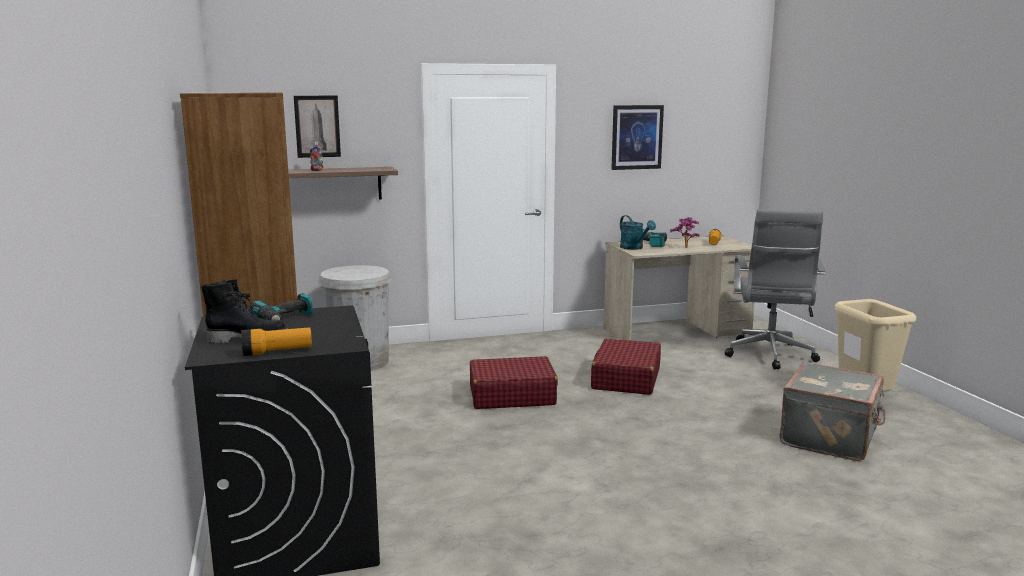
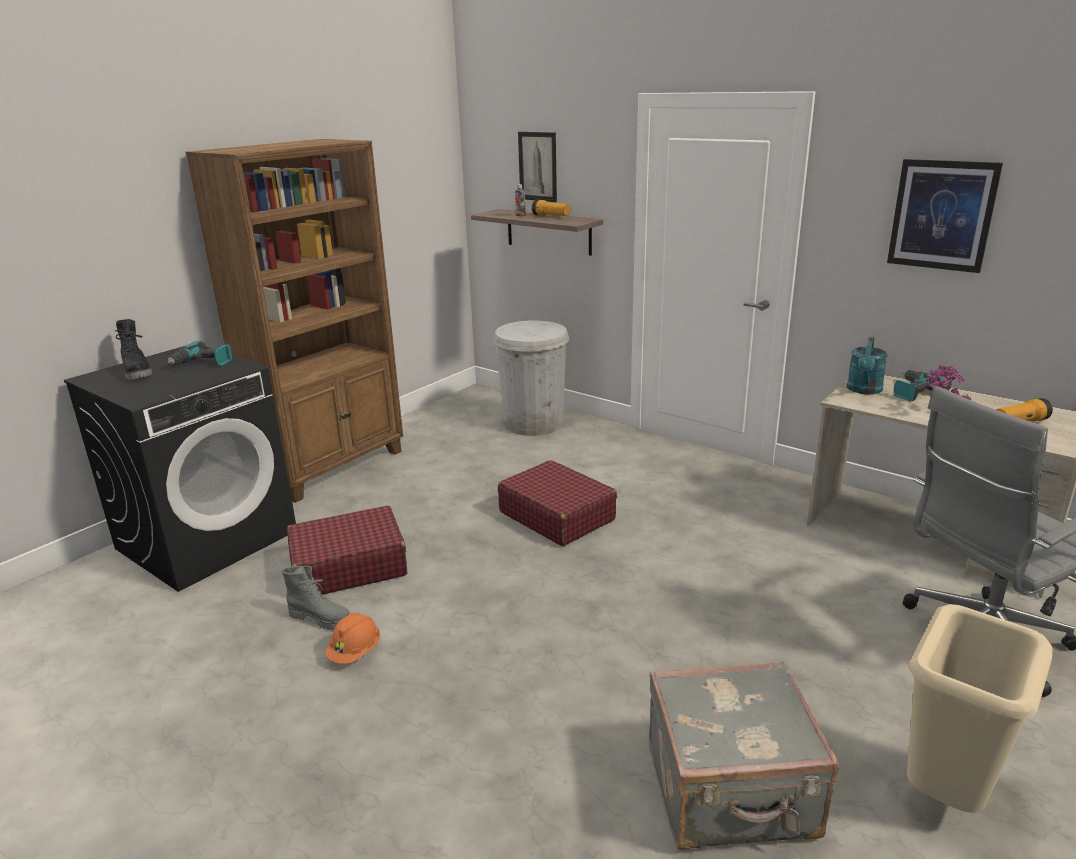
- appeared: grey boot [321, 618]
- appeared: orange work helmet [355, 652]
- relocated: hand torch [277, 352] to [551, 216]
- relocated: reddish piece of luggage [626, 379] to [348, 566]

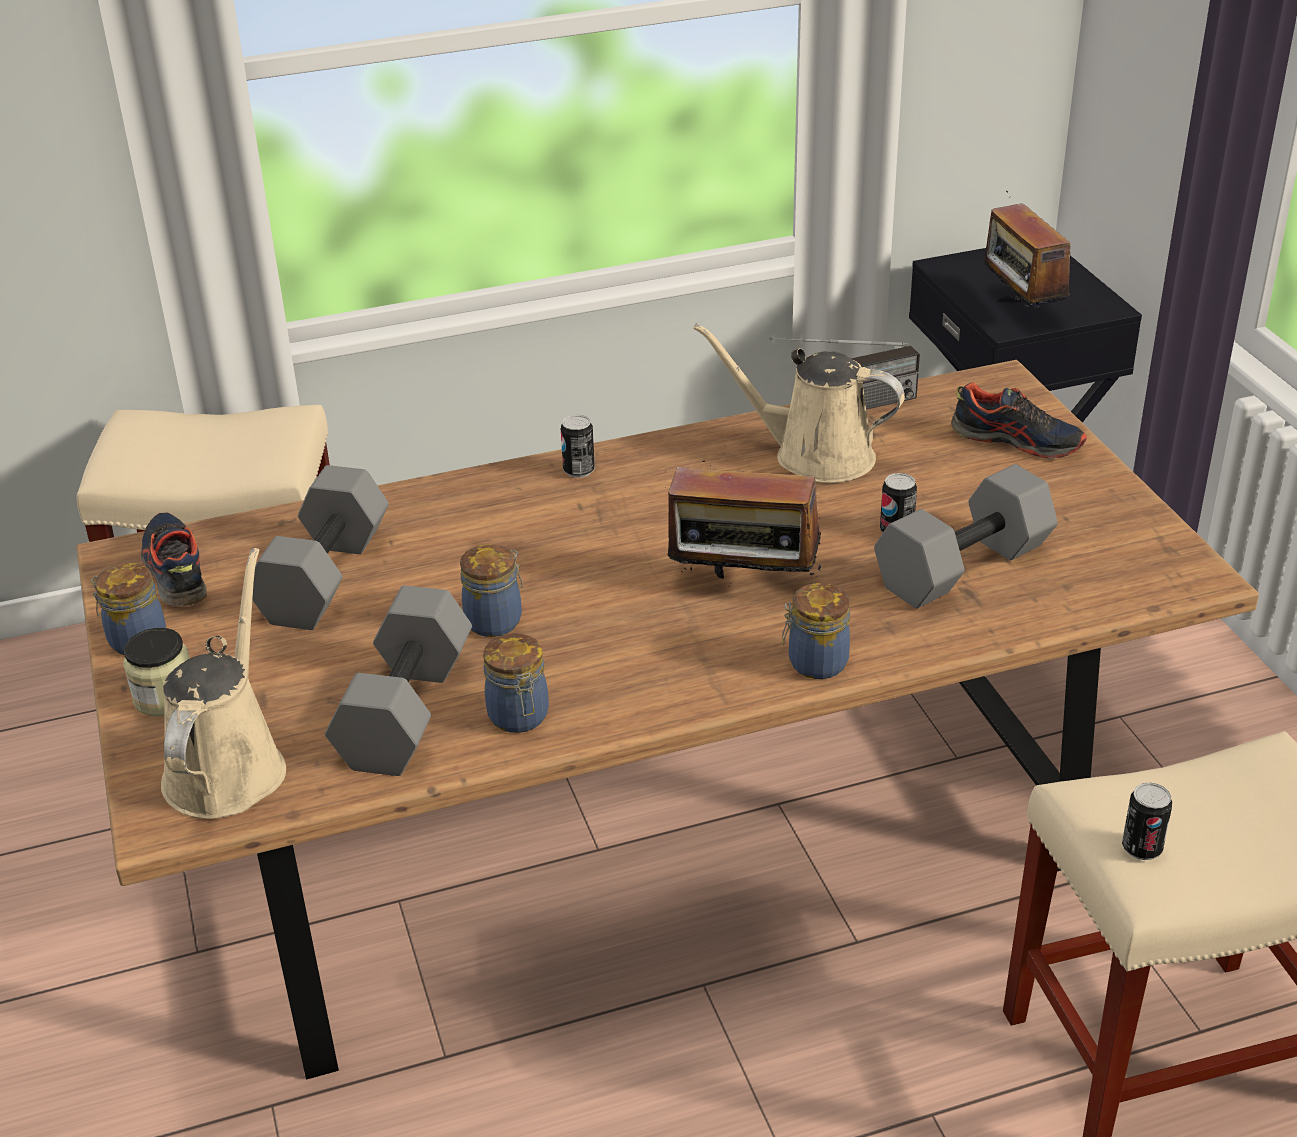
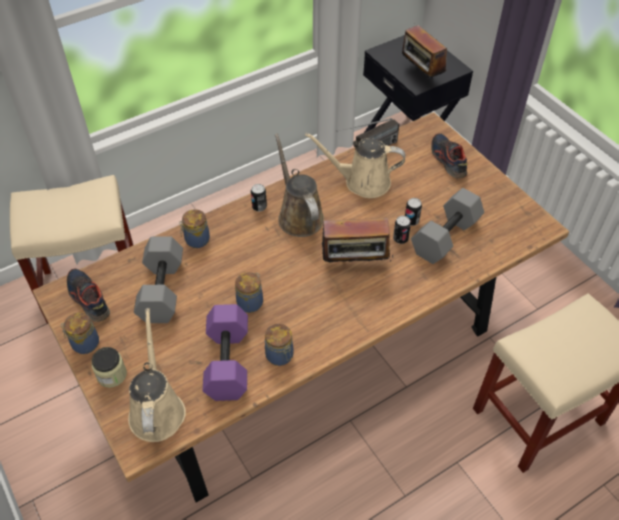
- appeared: brown watering pot [298, 215]
- relocated: preserve jar [815, 663] to [196, 240]
- relocated: sealed can [1141, 848] to [400, 239]
- colour: grey hand weight [408, 712] to purple hand weight [229, 362]
- spun: low shoe [1017, 440] = [447, 160] 120 degrees counterclockwise

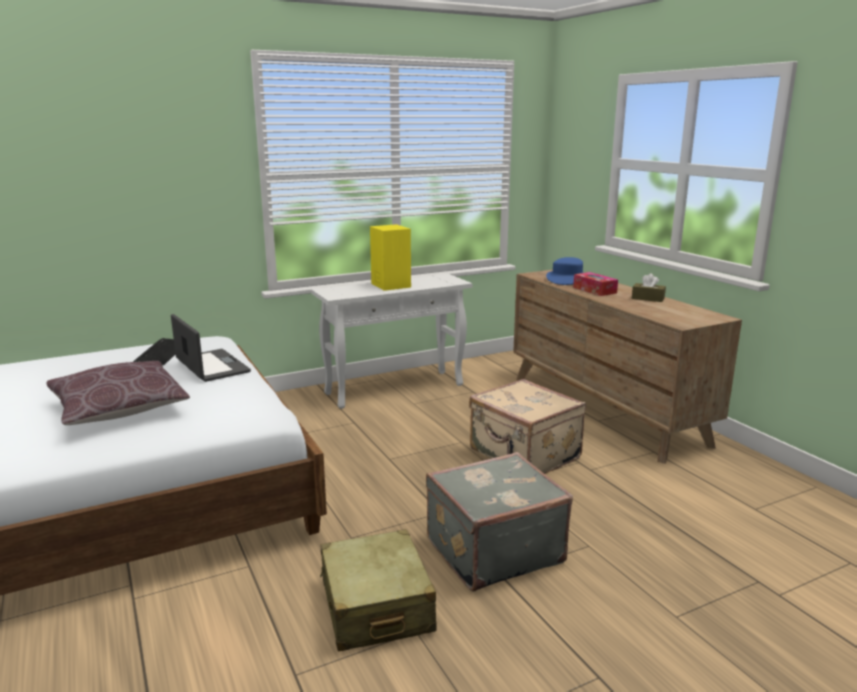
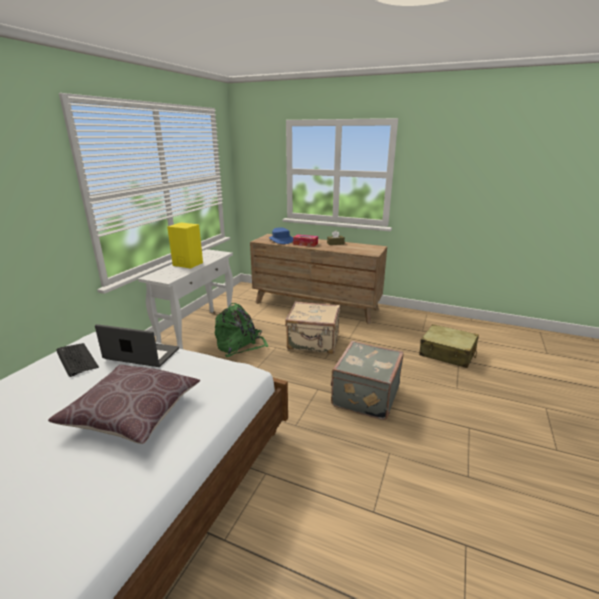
- appeared: greenish backpack [240, 345]
- relocated: beige-coloured piece of luggage [376, 606] to [447, 353]

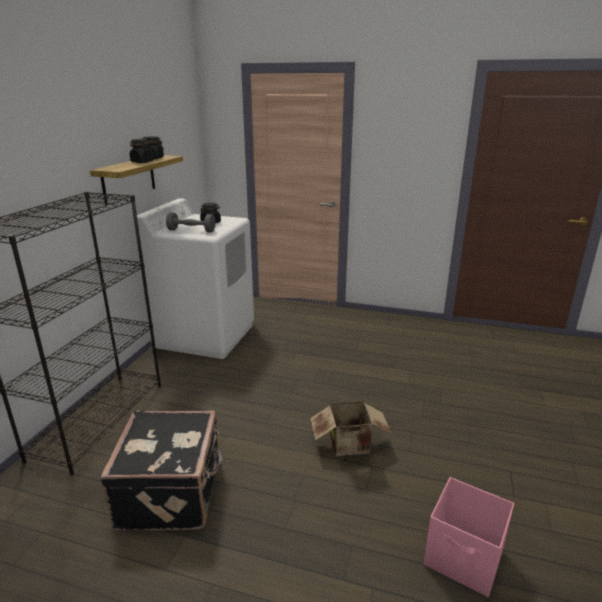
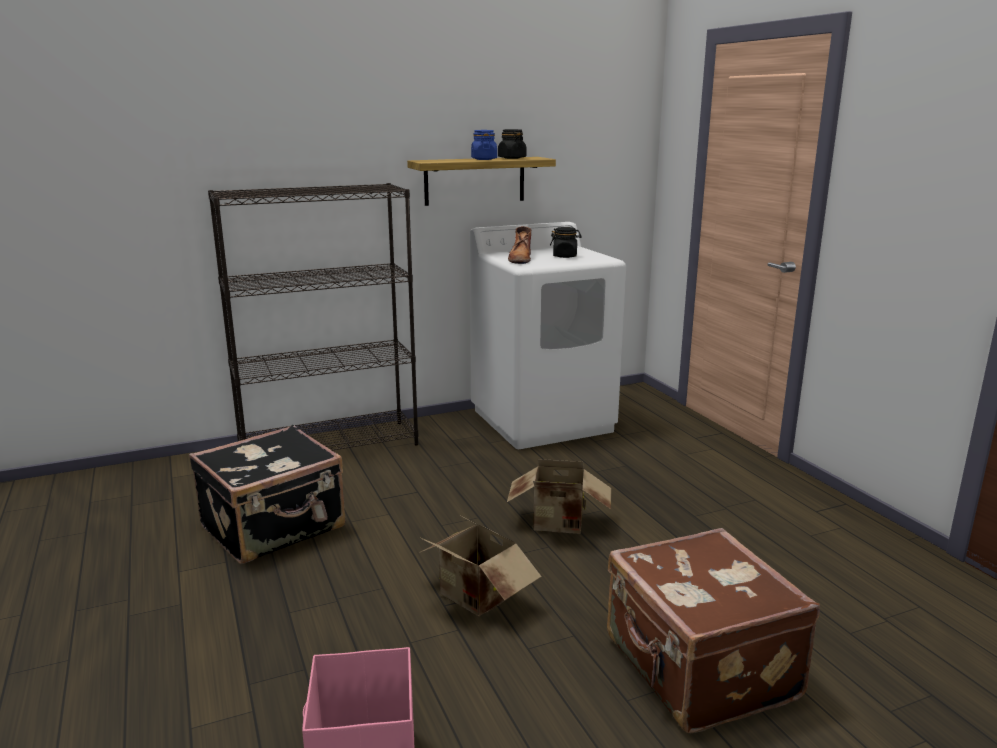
- appeared: carton [559, 525]
- appeared: brown piece of luggage [698, 669]
- exchanged: grey hand weight [191, 231] to brown boot [520, 258]
- colour: blackish preserve jar [142, 162] to blue preserve jar [484, 159]

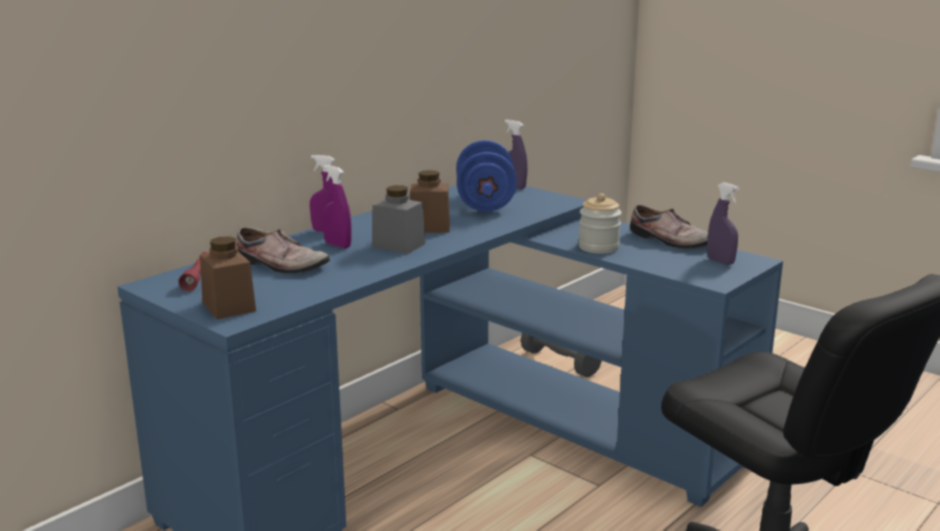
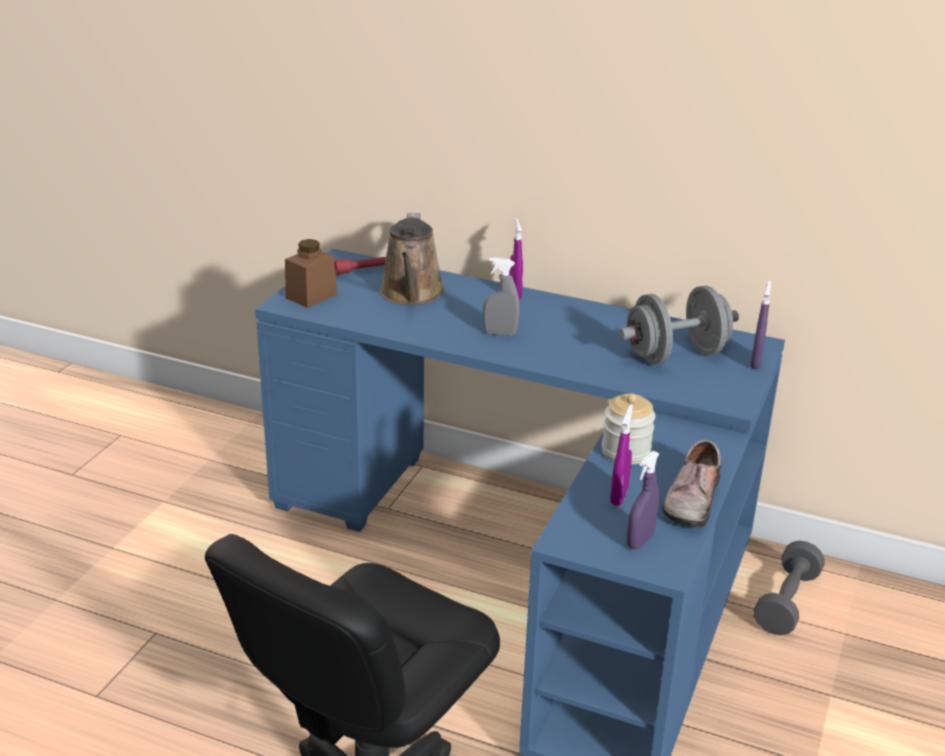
- missing: brown preserve jar [429, 227]
- relocated: purple hand sprayer [337, 245] to [619, 496]
- exchanged: low shoe [280, 265] to brown watering pot [411, 294]
- exchanged: grey preserve jar [398, 245] to grey hand sprayer [500, 333]
- colour: blue hand weight [485, 203] to grey hand weight [675, 355]

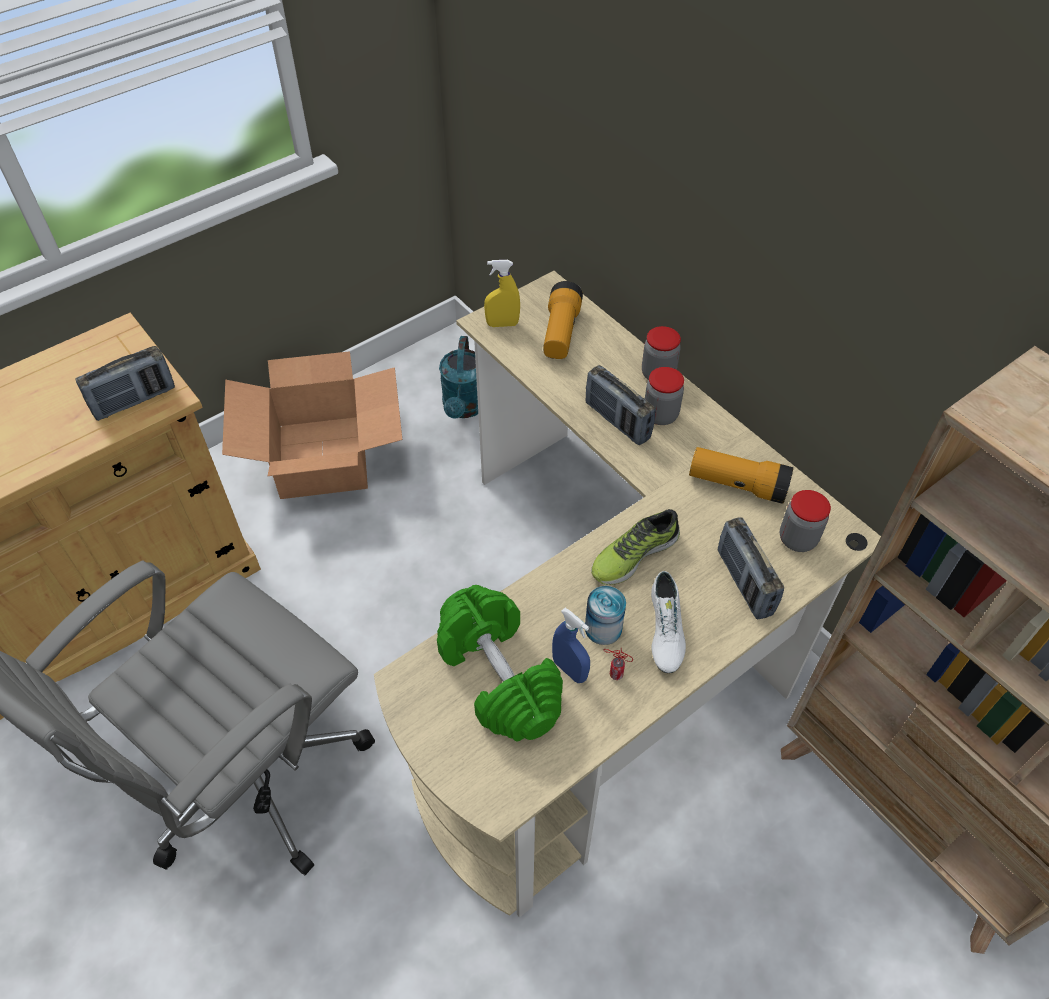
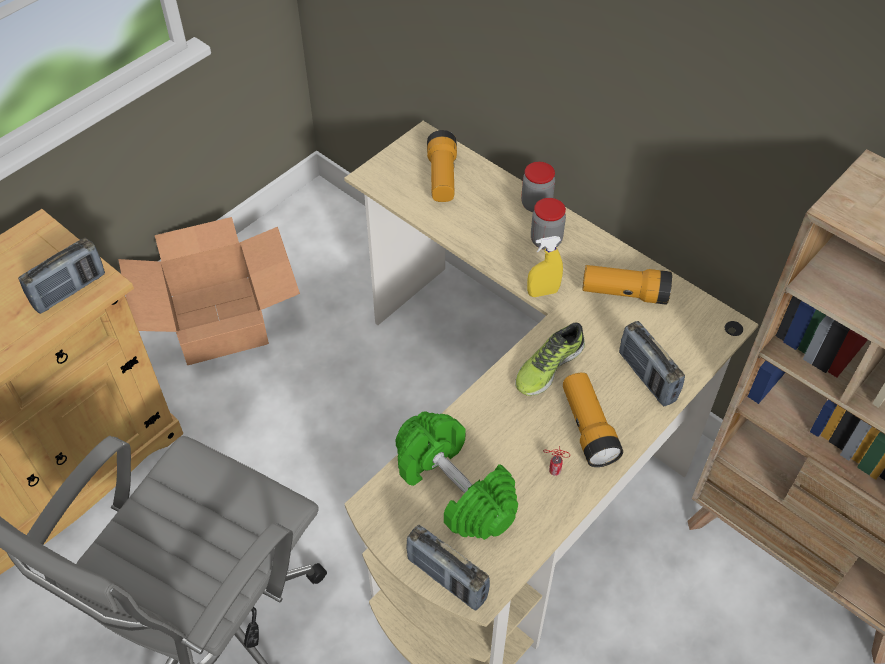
- missing: turquoise watering pot [464, 408]
- missing: blue hand sprayer [570, 670]
- missing: sealed can [603, 628]
- missing: preserve jar [797, 539]
- relocated: yellow-coloured hand sprayer [502, 324] to [543, 292]
- relocated: radio set [617, 421] to [447, 579]
- exchanged: white-coloured low shoe [664, 631] to hand torch [588, 428]

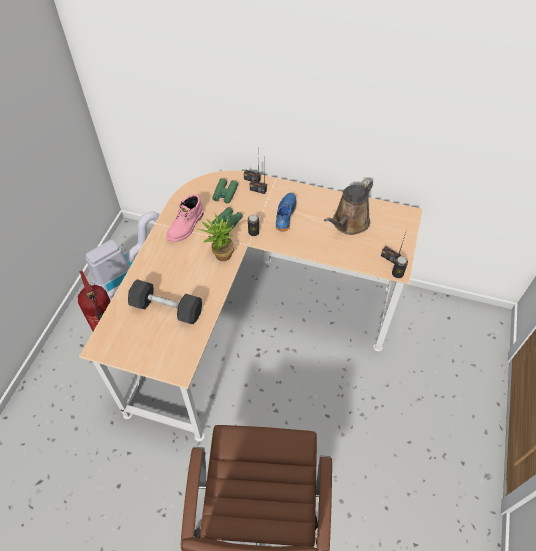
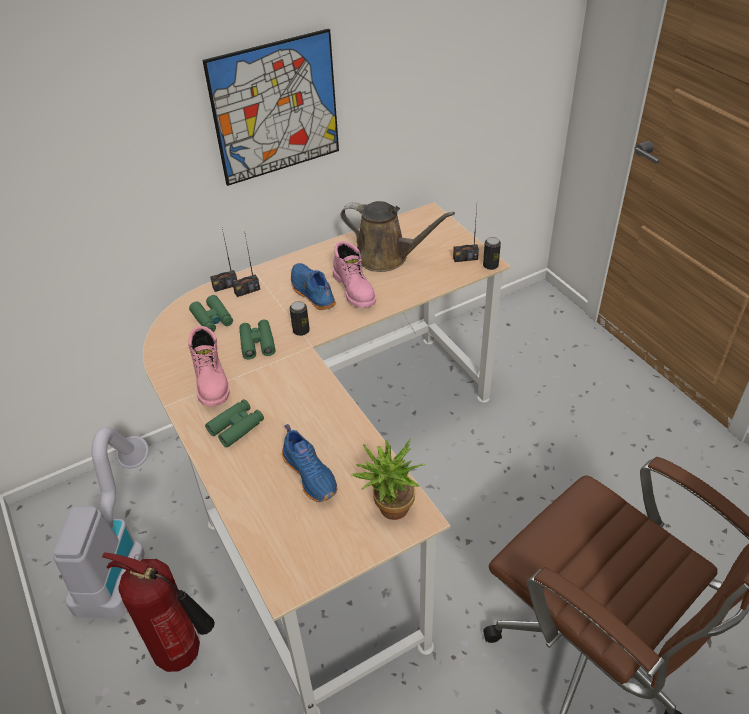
- appeared: wall picture [275, 108]
- appeared: greenish pair of binoculars [236, 427]
- appeared: pinkish boot [355, 289]
- relocated: houseplant [220, 255] to [389, 511]
- exchanged: grey hand weight [167, 308] to blue low shoe [311, 474]
- spun: brown watering pot [348, 223] = [387, 257] 60 degrees counterclockwise

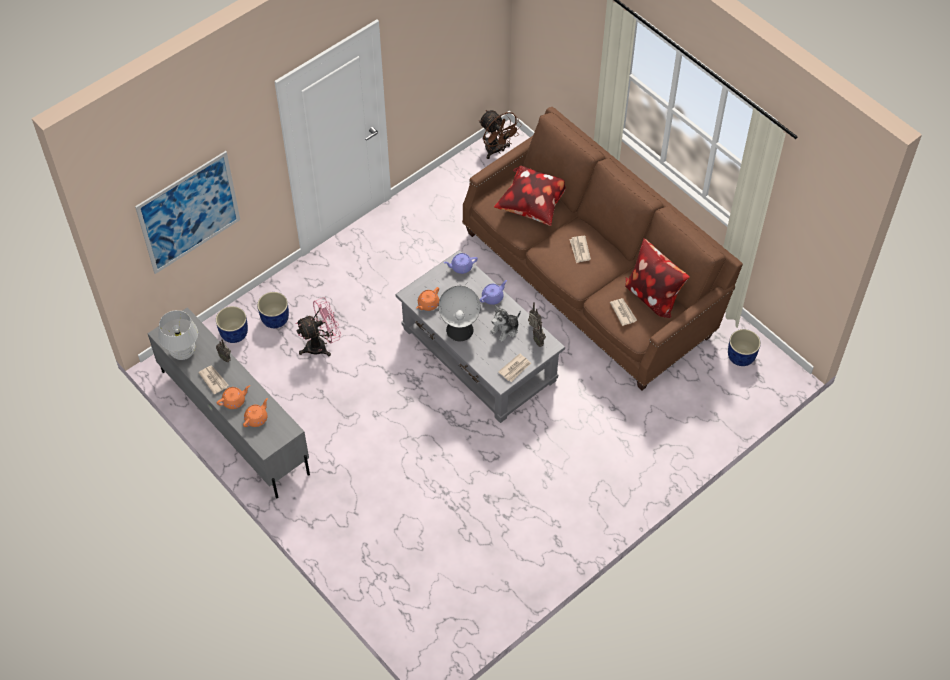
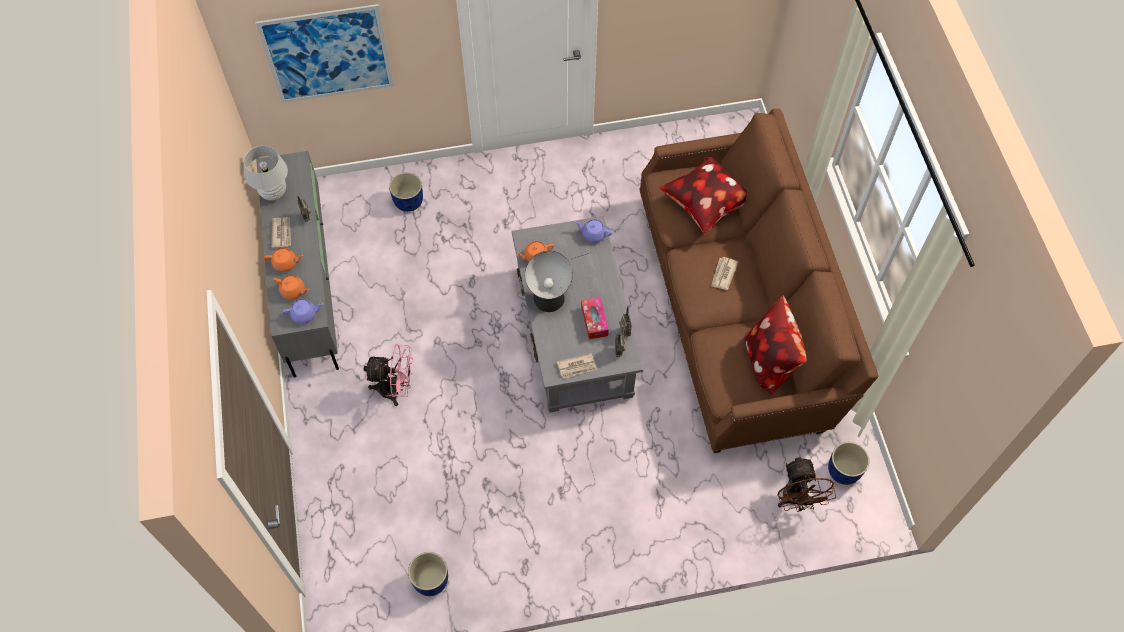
- missing: printed paper [623, 312]
- relocated: blue plant pot [234, 333] to [431, 580]
- relocated: pinkish electric fan [321, 345] to [396, 389]
- relocated: brown electric fan [497, 150] to [795, 500]
- relocated: purple teapot [493, 297] to [305, 314]
- exchanged: cuddly toy [505, 330] to tissue holder [594, 321]
- spun: orange teapot [256, 418] = [293, 291] 45 degrees clockwise

